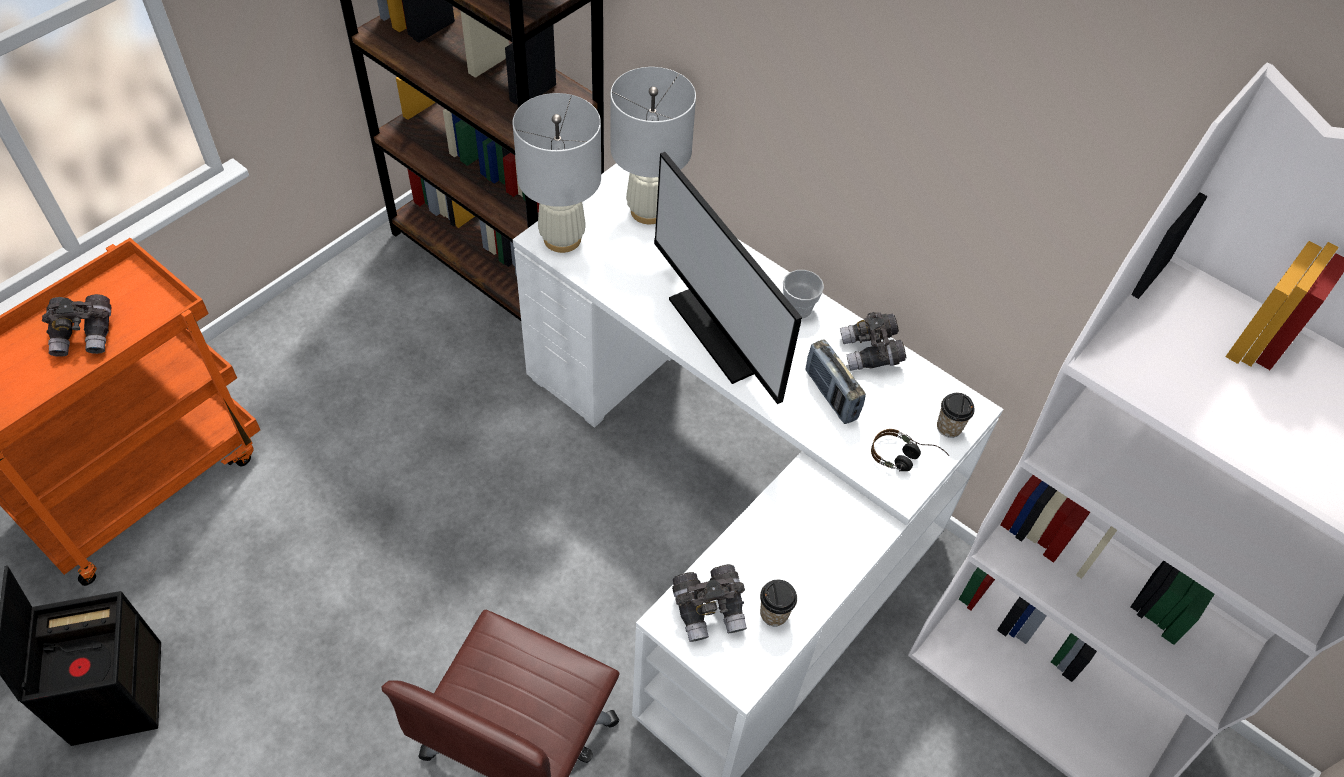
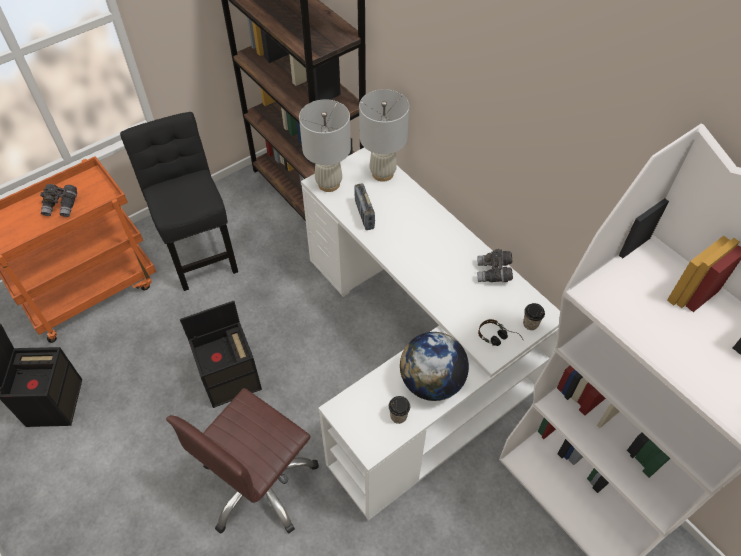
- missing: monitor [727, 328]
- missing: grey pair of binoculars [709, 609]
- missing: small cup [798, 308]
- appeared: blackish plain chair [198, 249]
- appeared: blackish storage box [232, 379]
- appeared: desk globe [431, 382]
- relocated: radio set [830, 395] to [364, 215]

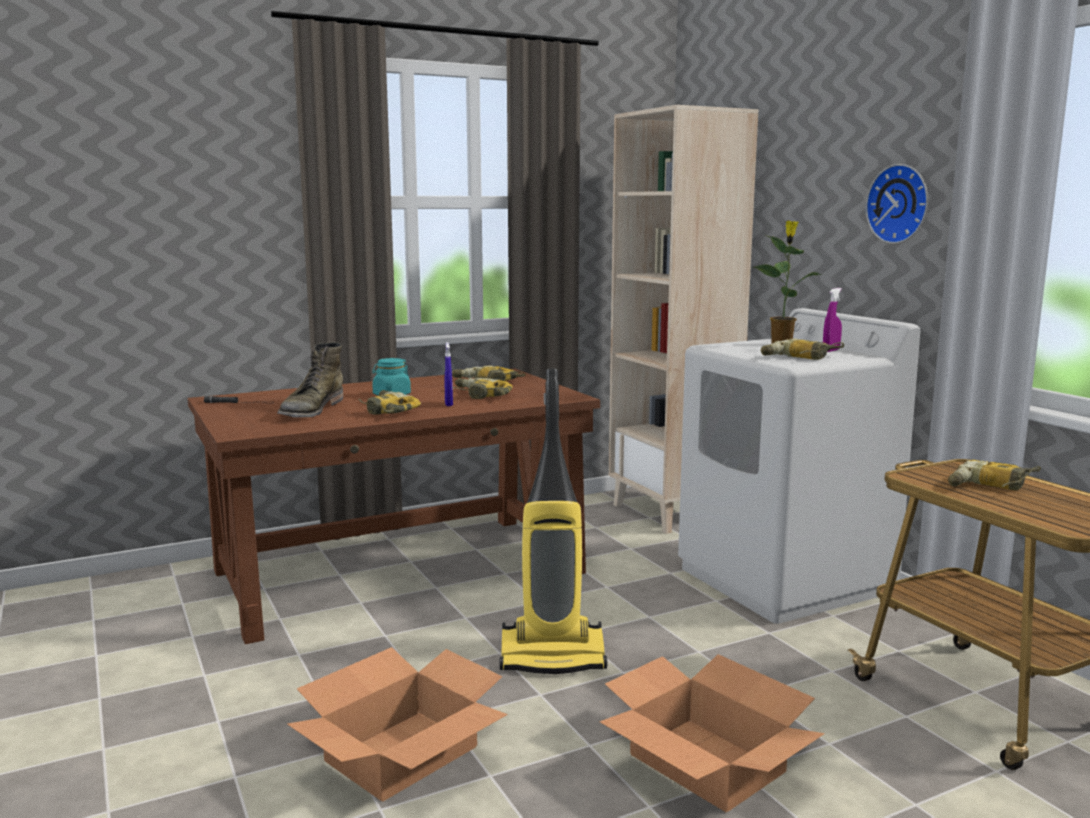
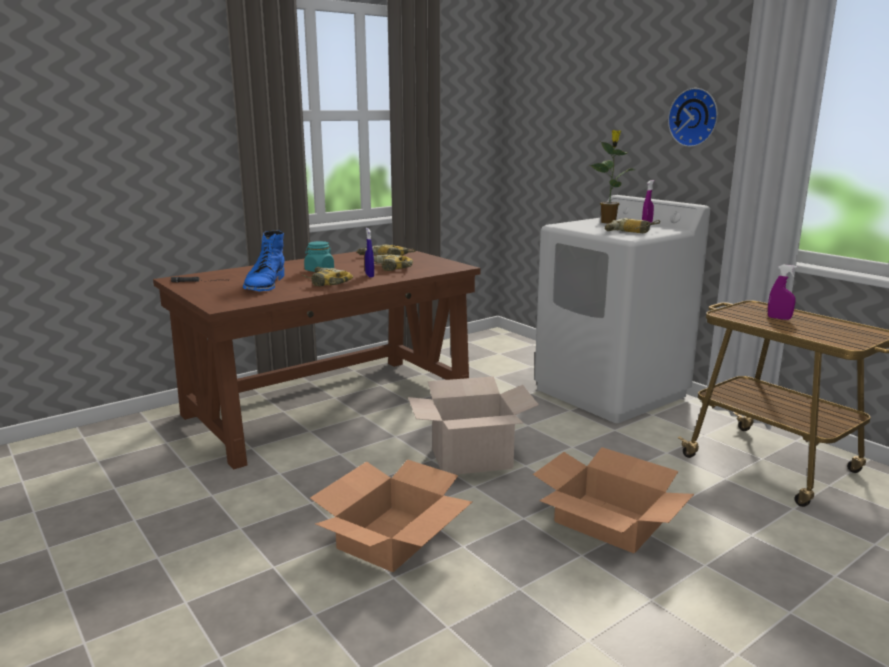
- missing: beige-coloured bookcase [672, 512]
- exchanged: hoover [553, 656] to carton [471, 458]
- exchanged: electric drill [991, 486] to purple hand sprayer [779, 318]
- colour: greenish boot [311, 410] to blue boot [264, 284]

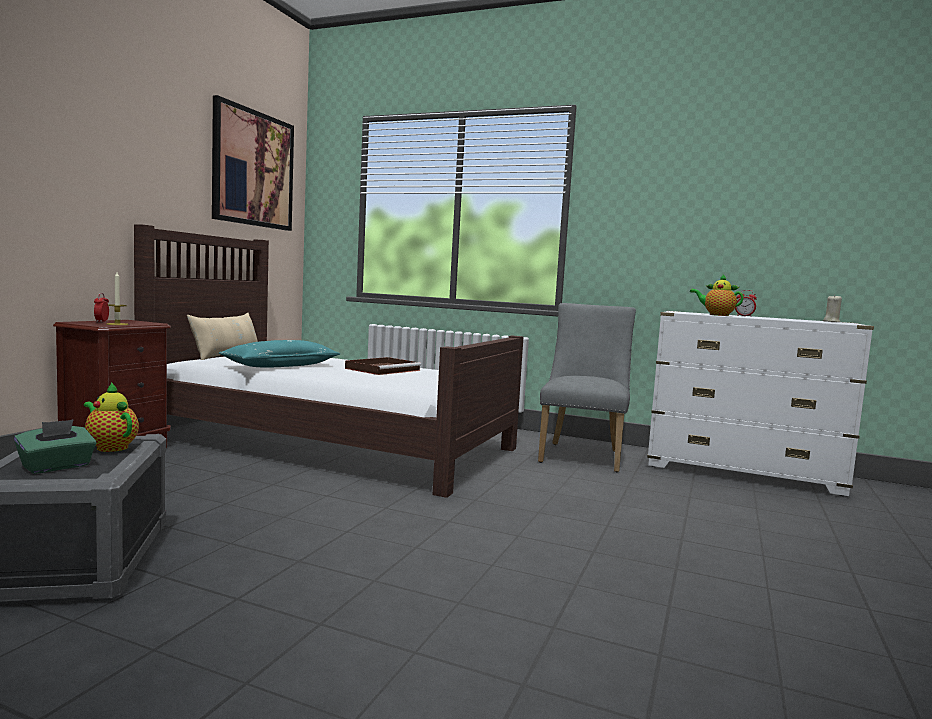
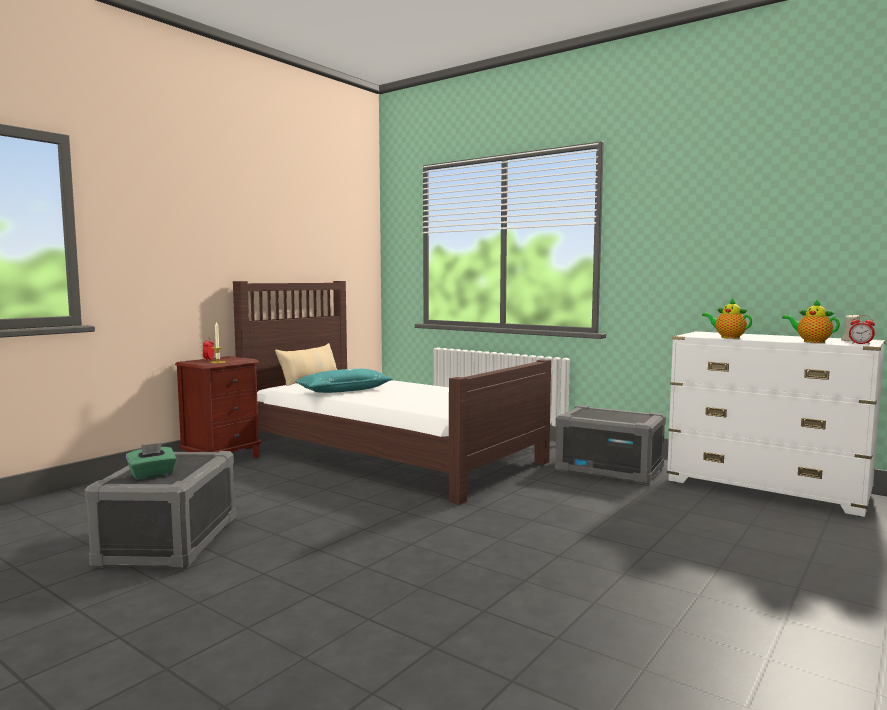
- missing: wall picture [253, 169]
- missing: brown carrying tray [383, 369]
- relocated: teapot [110, 447] to [811, 341]
- relocated: alarm clock [744, 316] to [861, 344]
- exchanged: grey plain chair [582, 455] to grey storage box [610, 469]

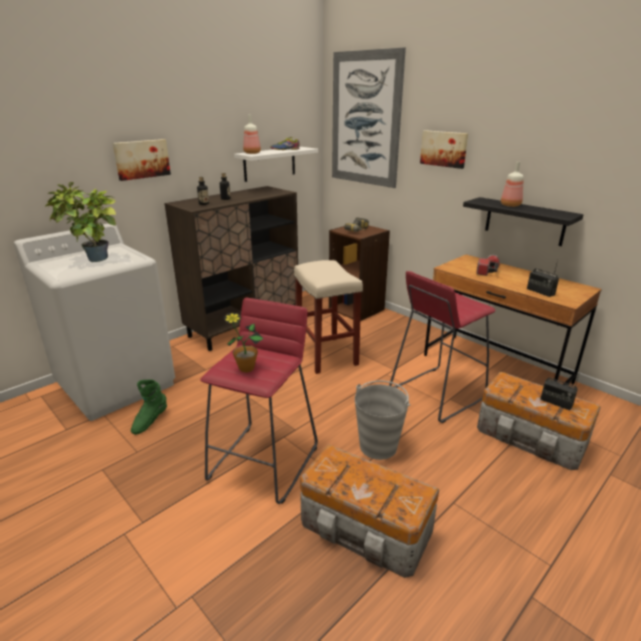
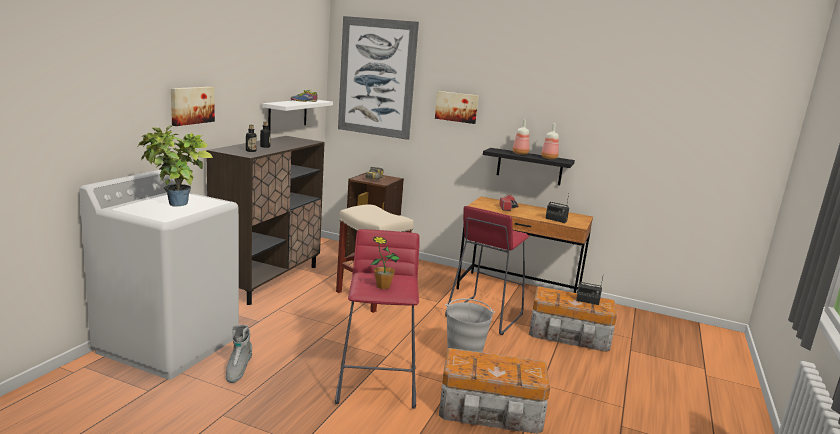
- relocated: bottle [252, 153] to [549, 158]
- colour: greenish boot [150, 421] to grey boot [238, 370]

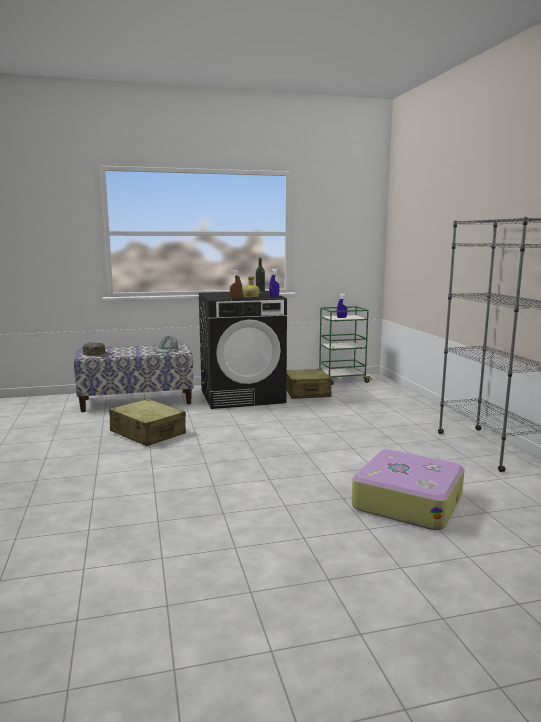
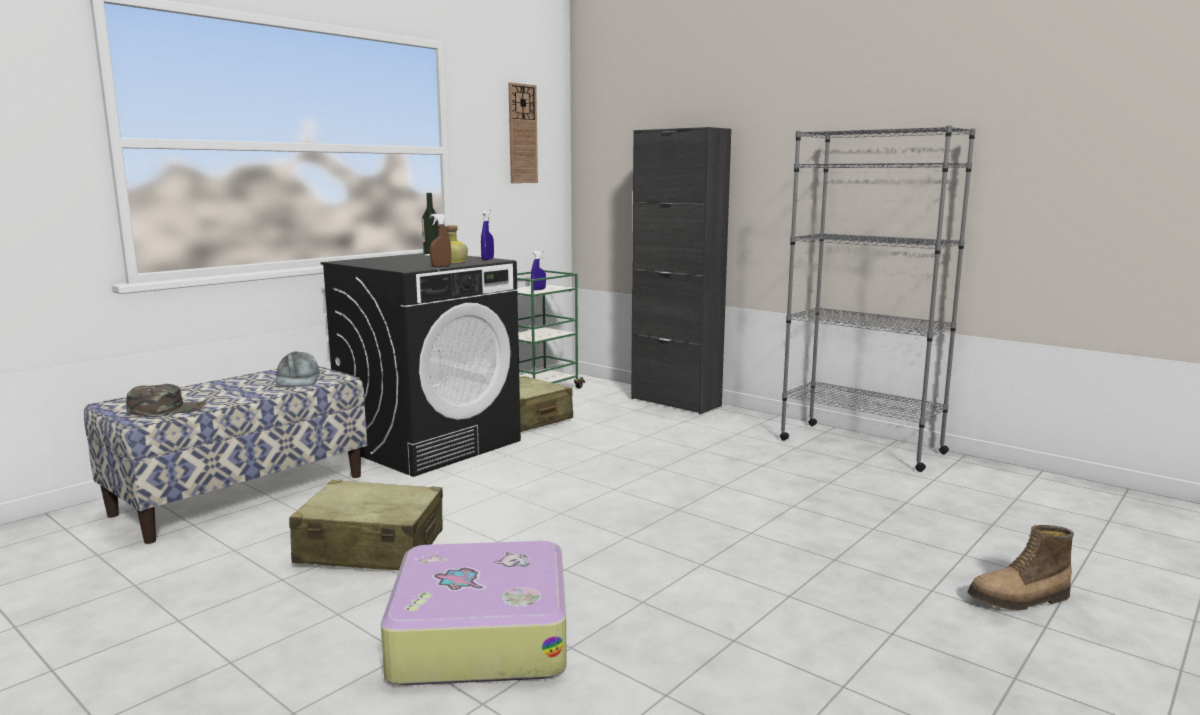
- appeared: wall clock [522, 134]
- appeared: blackish cabinet [675, 402]
- appeared: boot [1020, 599]
- relocated: piece of luggage [407, 501] to [479, 634]

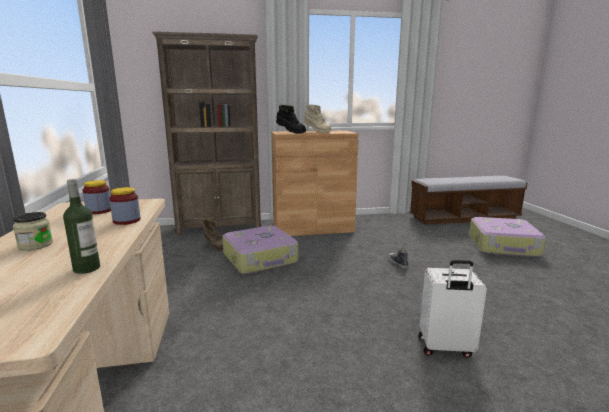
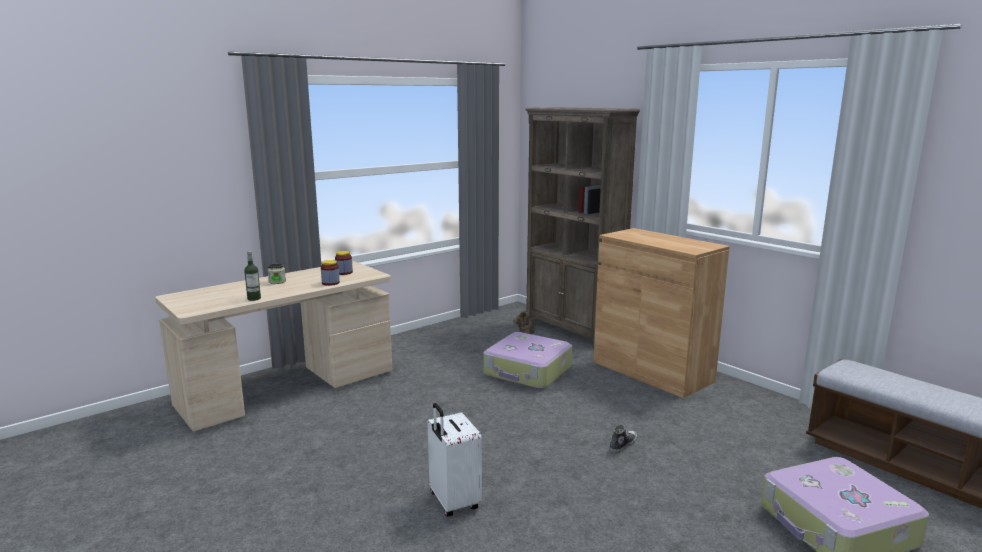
- missing: blackish boot [290, 132]
- missing: beige-coloured boot [317, 132]

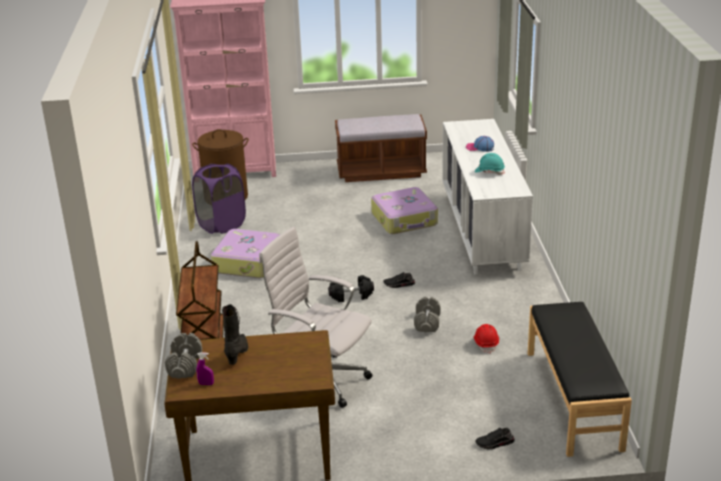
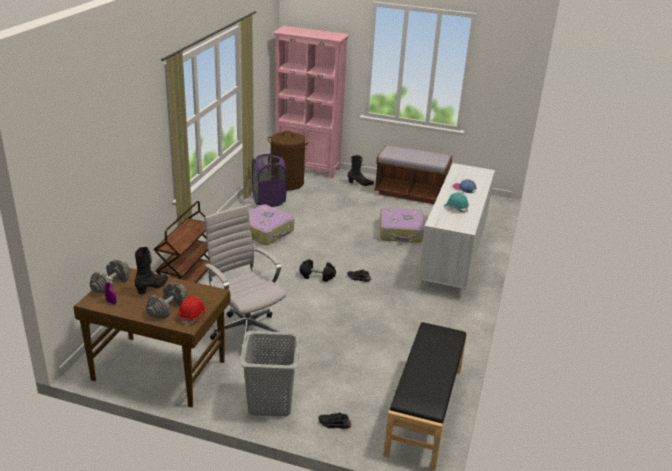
- appeared: grey washing basket [271, 402]
- appeared: blackish boot [360, 184]
- relocated: grey hand weight [427, 322] to [167, 308]
- relocated: reddish work helmet [486, 343] to [193, 315]

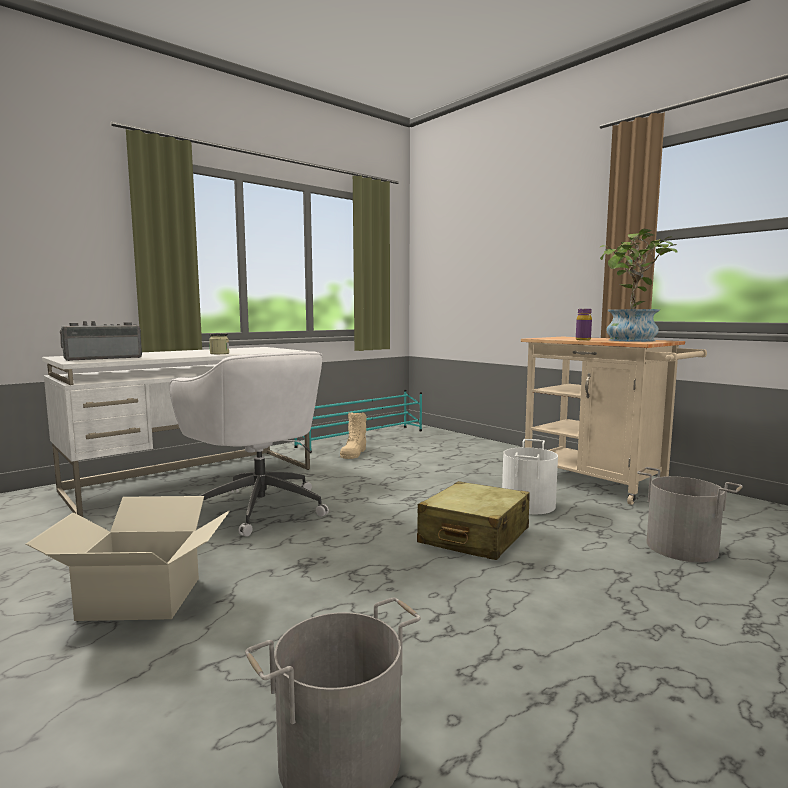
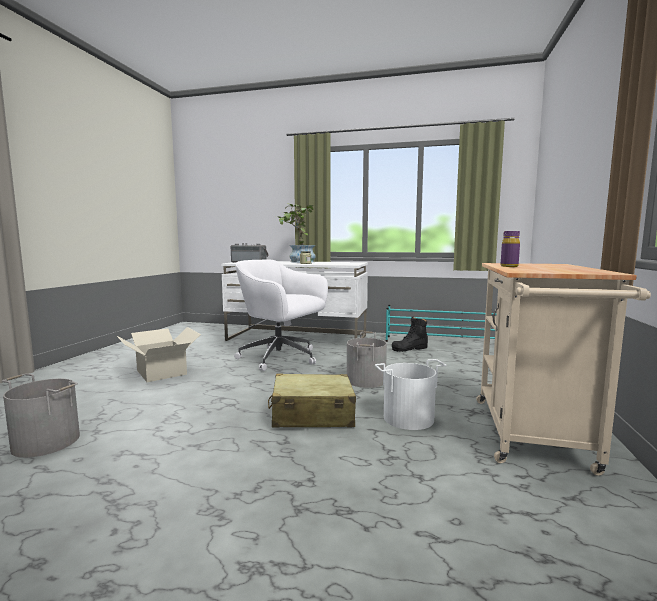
- relocated: houseplant [630, 340] to [298, 262]
- relocated: grey pail [681, 548] to [365, 380]
- colour: beige-coloured boot [354, 453] to blackish boot [410, 348]
- spun: white-coloured office chair [259, 507] = [281, 358] 105 degrees clockwise

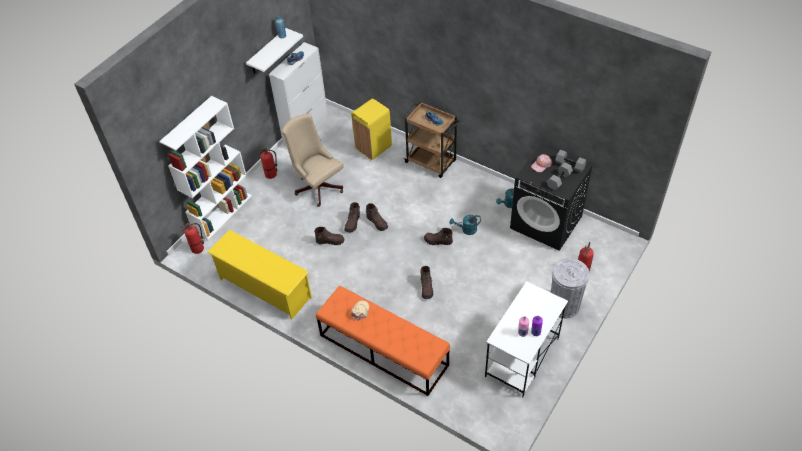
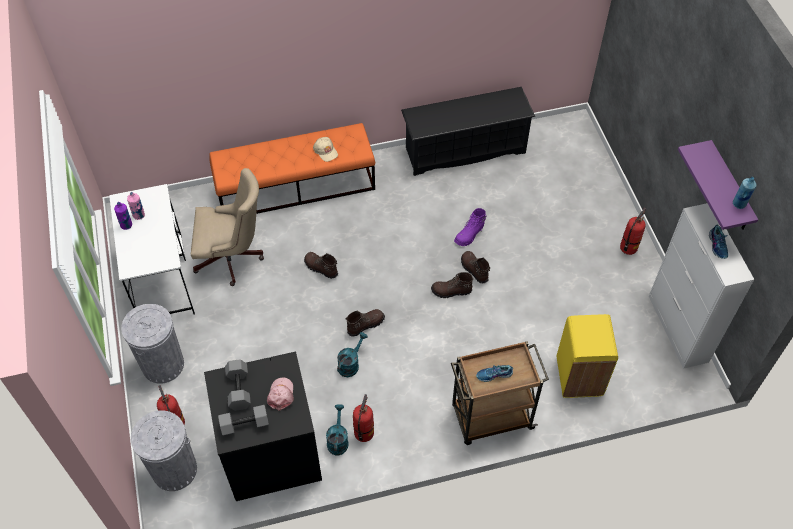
- missing: white-coloured bookcase [223, 213]
- appeared: grey trash can [174, 470]
- relocated: extinguisher [197, 249] to [363, 433]
- relocated: beige-coloured office chair [317, 186] to [233, 258]
- colour: yellow-coloured shoe rack [264, 288] to blackish shoe rack [464, 150]
- colour: white-coloured shelf [267, 52] to purple shelf [730, 188]
- colour: brown boot [330, 241] to purple boot [470, 235]

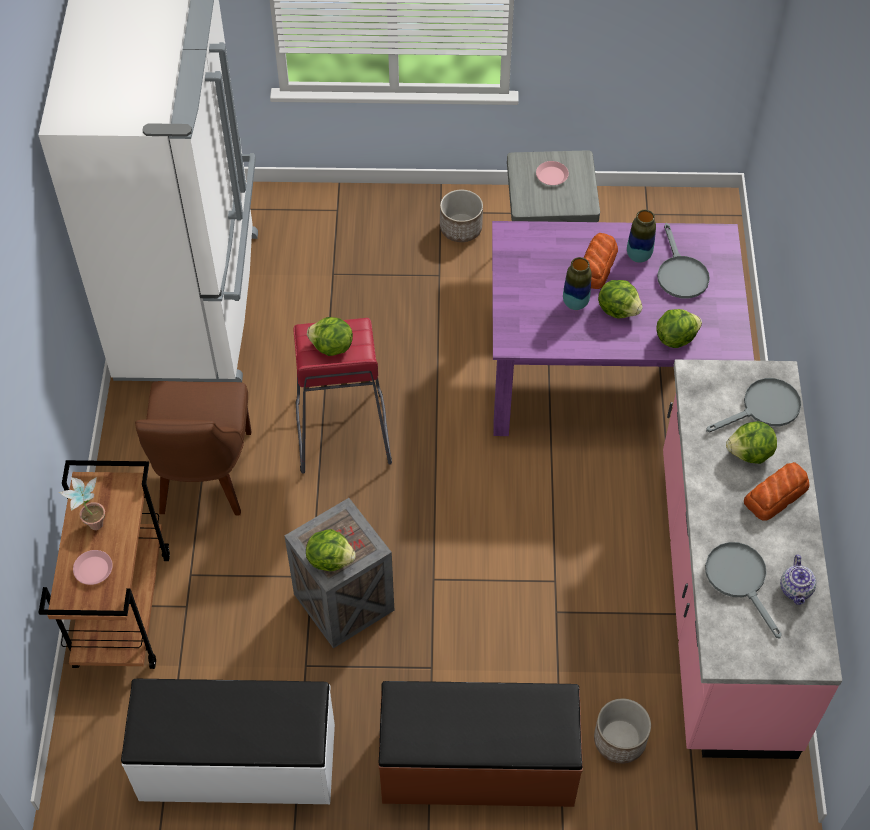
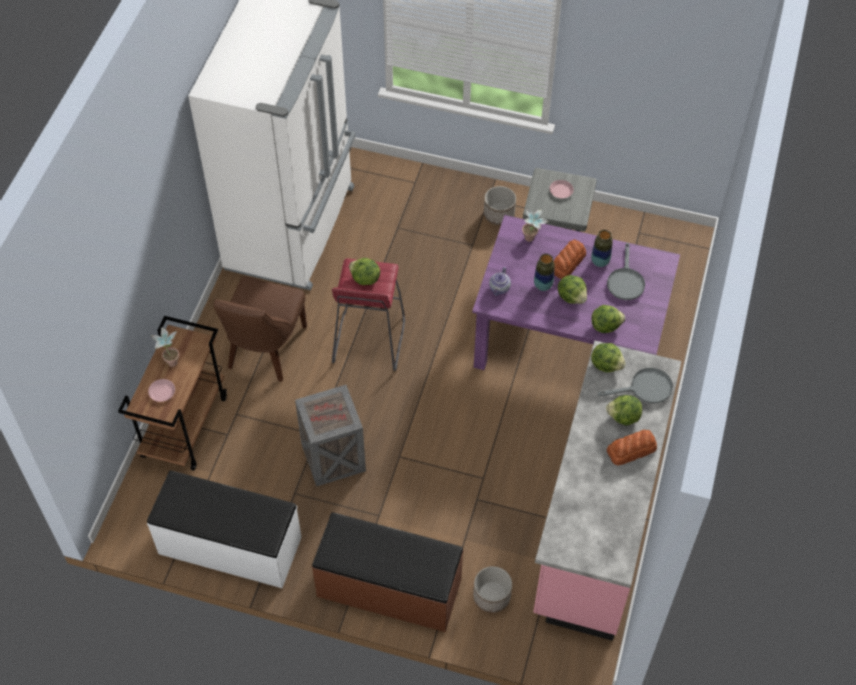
- missing: grey skillet [740, 580]
- appeared: houseplant [531, 240]
- relocated: head of lettuce [330, 559] to [606, 364]
- relocated: teapot [796, 590] to [499, 288]

